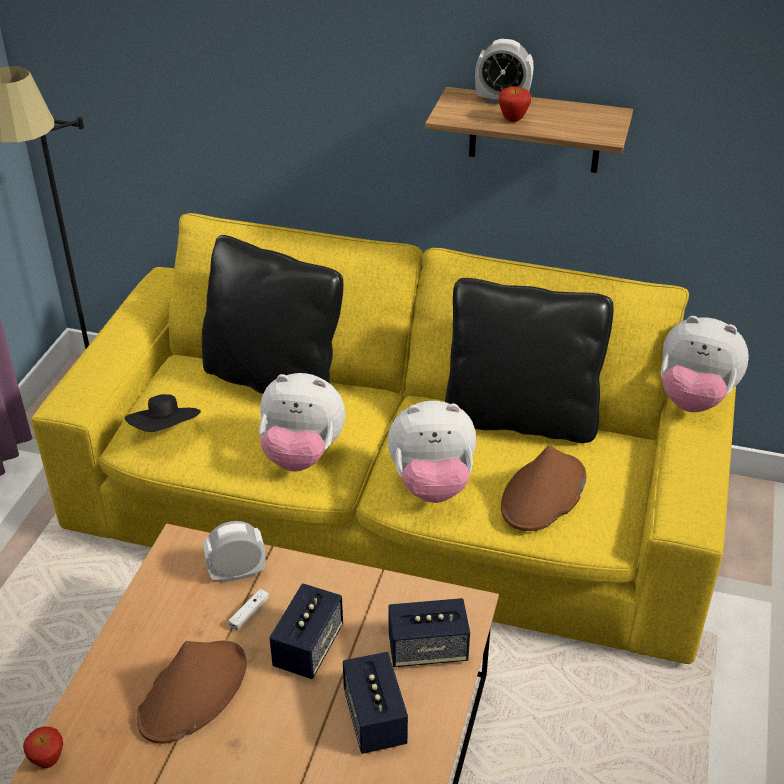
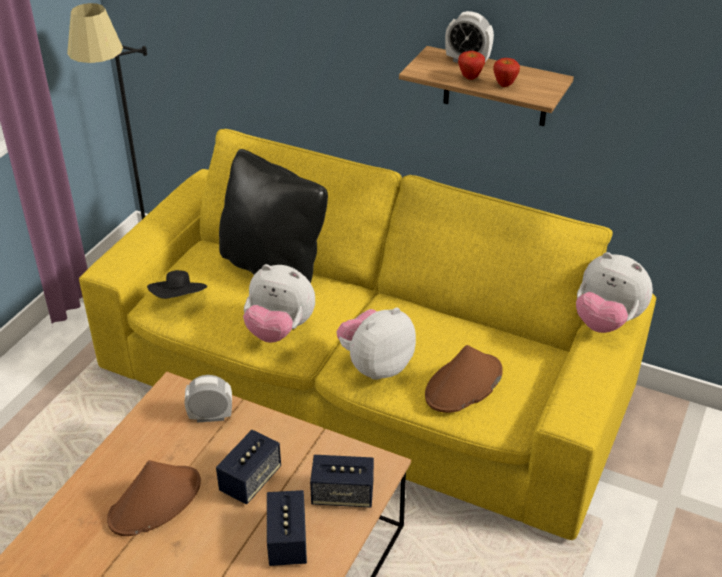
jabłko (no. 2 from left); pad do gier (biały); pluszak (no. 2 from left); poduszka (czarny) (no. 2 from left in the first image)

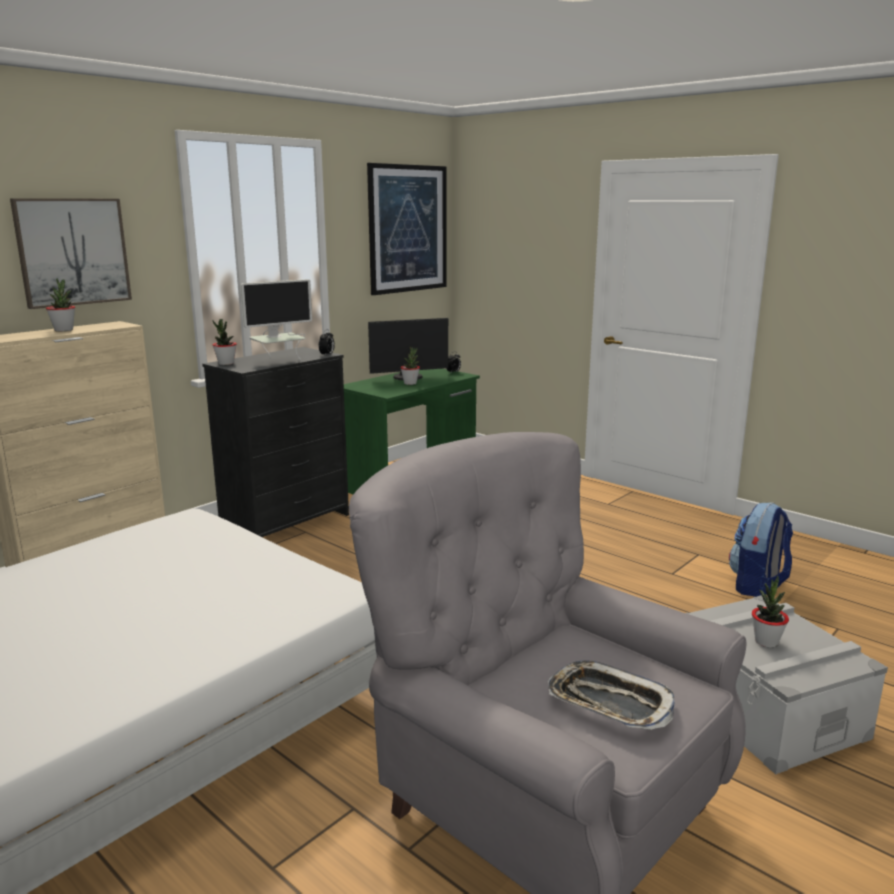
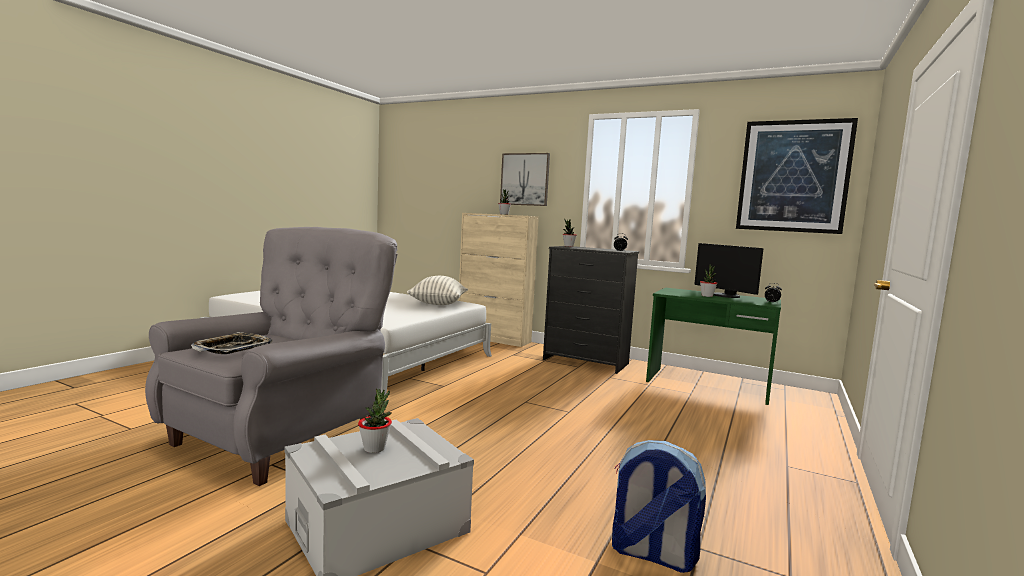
monitor (no. 1 from left in the first image); poduszka

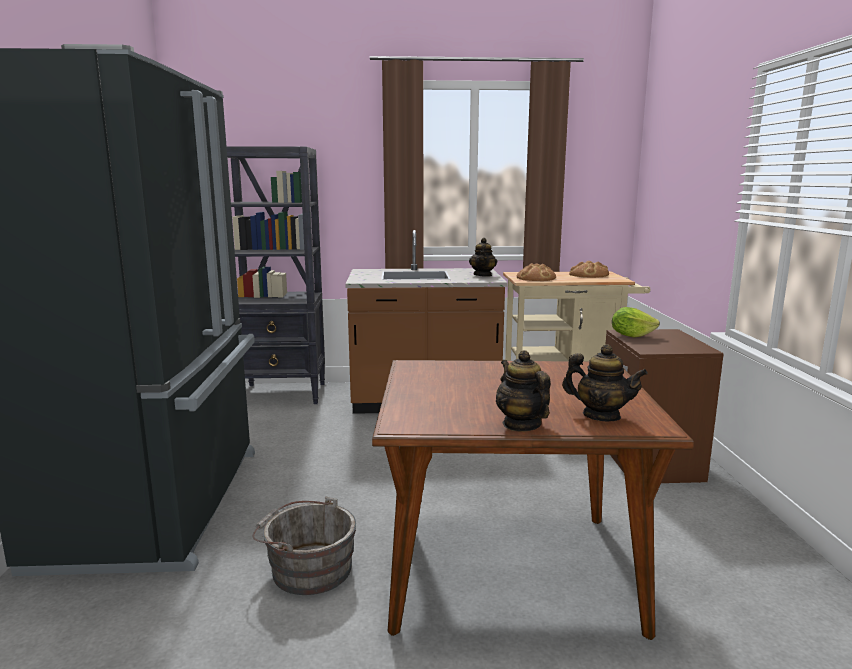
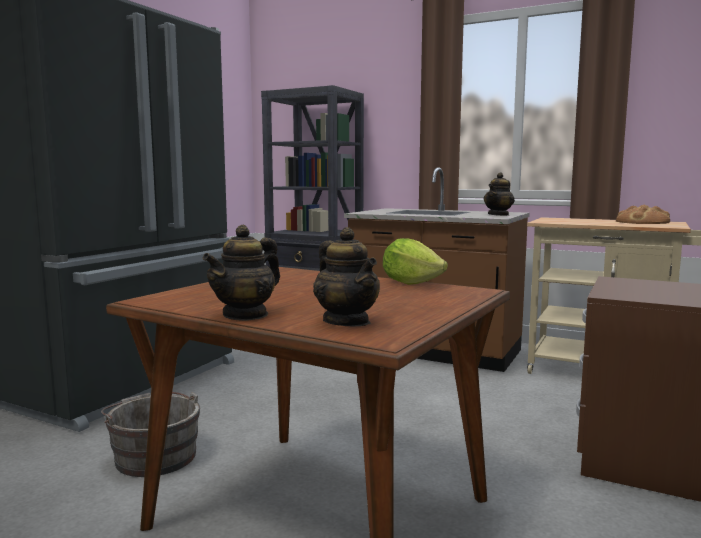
imbryk (no. 1 from left); chleb (no. 1 from left in the first image); sałata

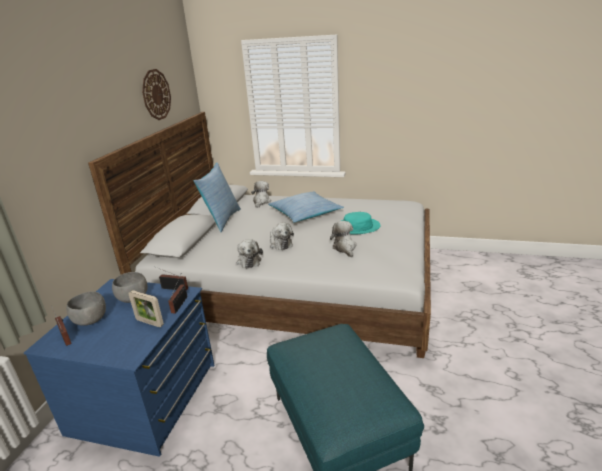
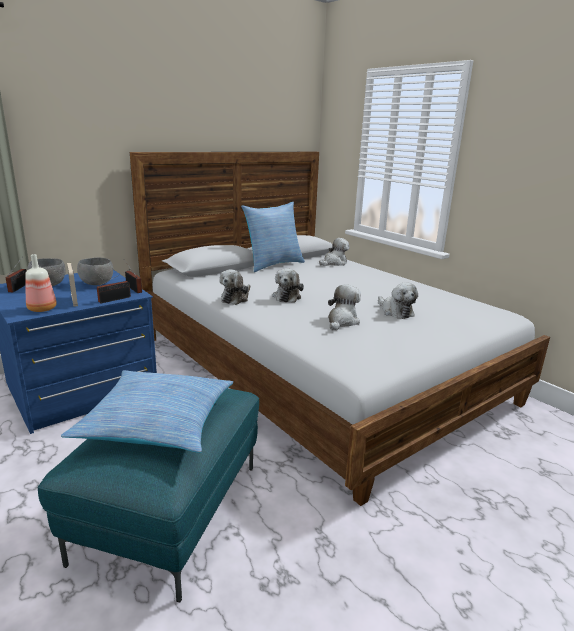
zegar ścienny; poduszka (no. 1 from left); pluszak (no. 5 from left); butelka

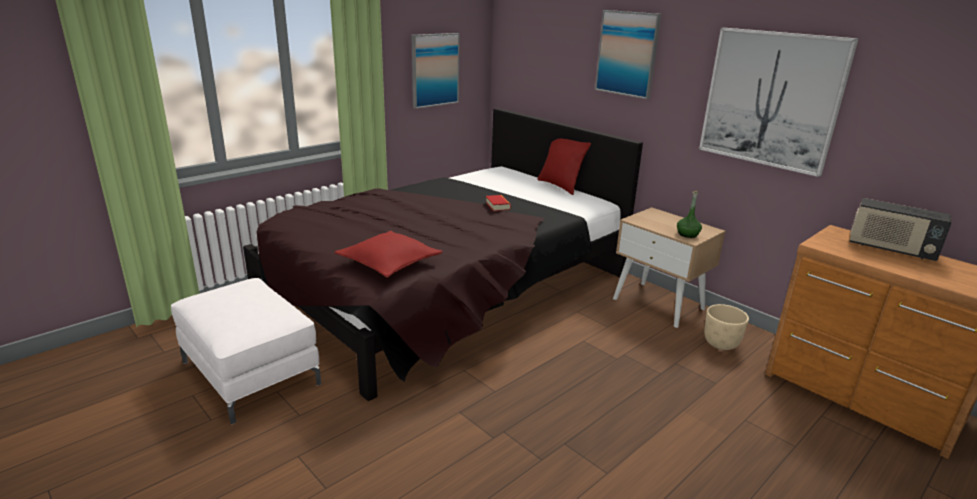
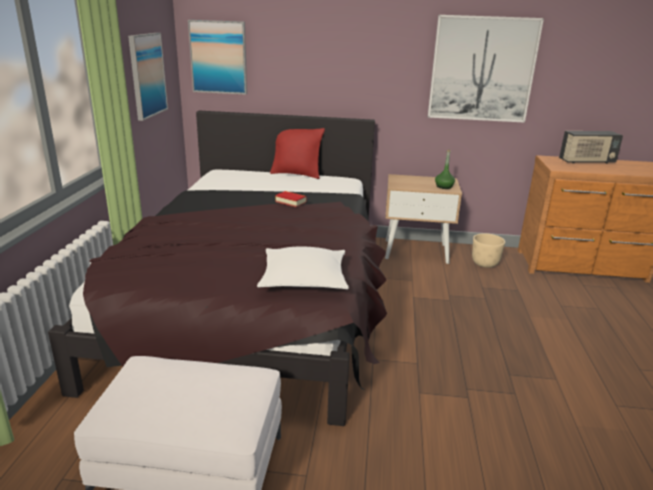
poduszka (biały); obraz (no. 2 from left)

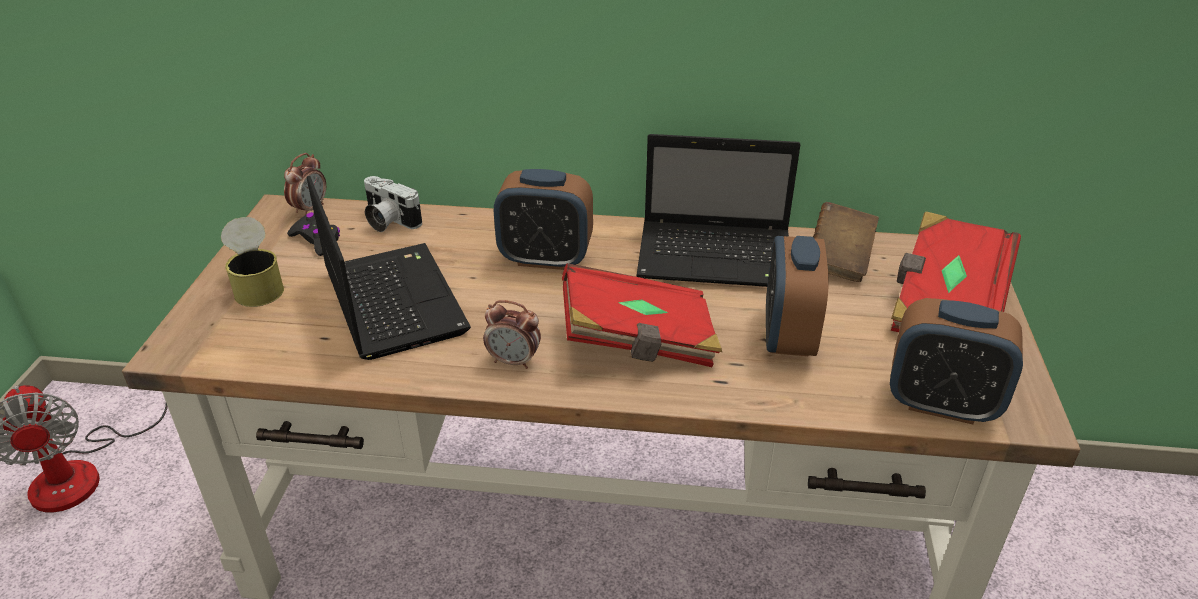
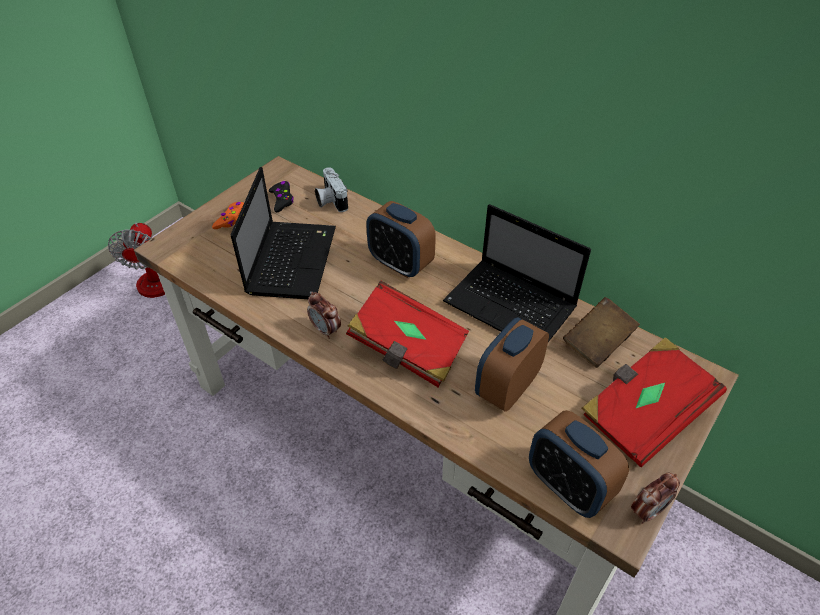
pad do gier (pomarańczowy); budzik (no. 5 from left)

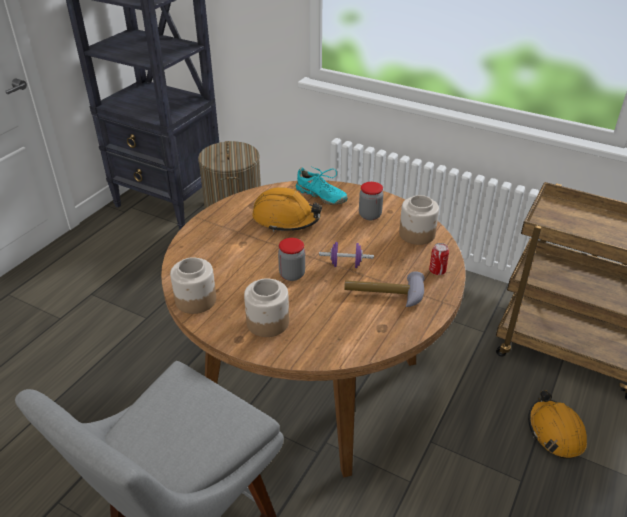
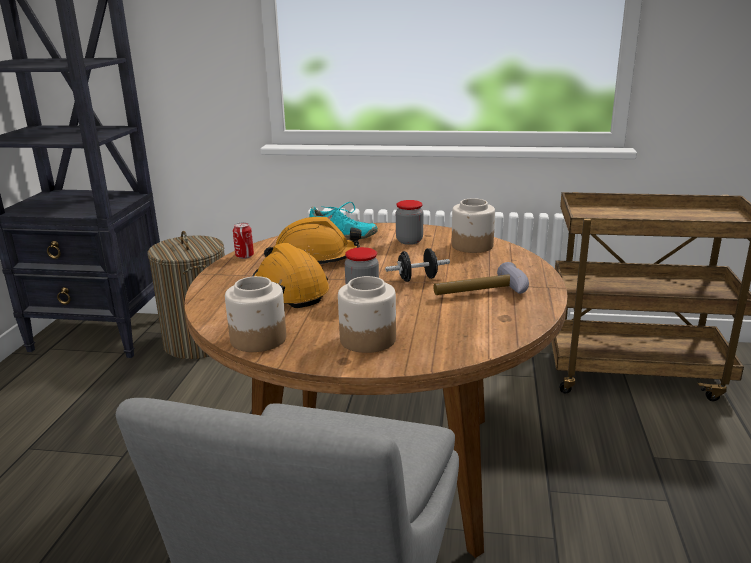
hantel (czarny); puszka; kask (pomarańczowy) (no. 1 from left)

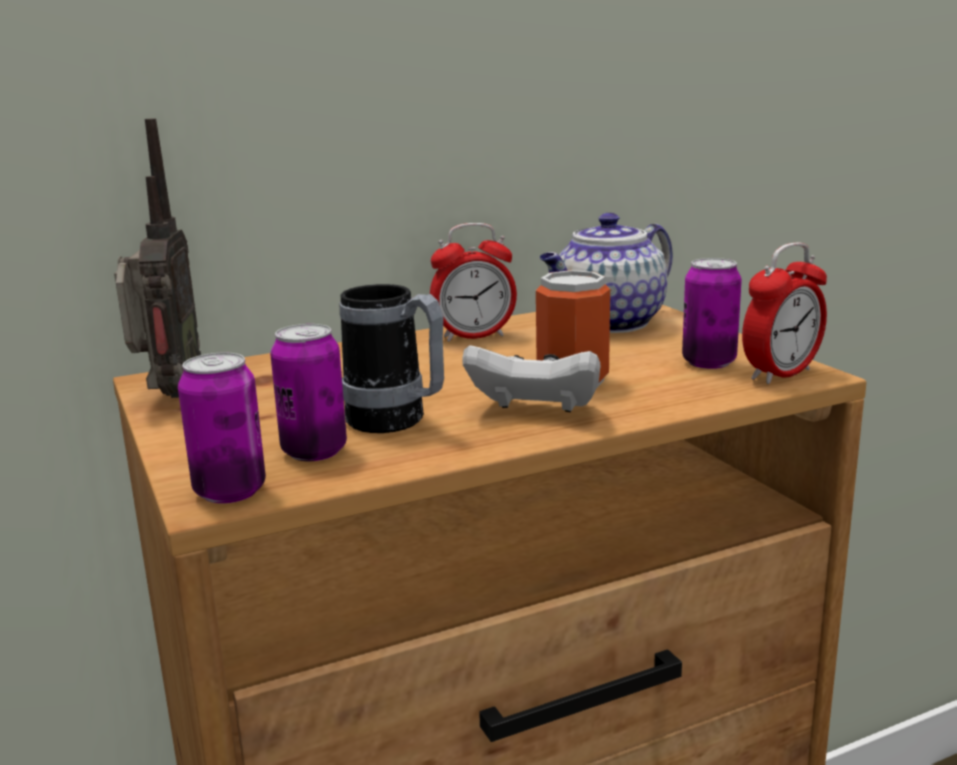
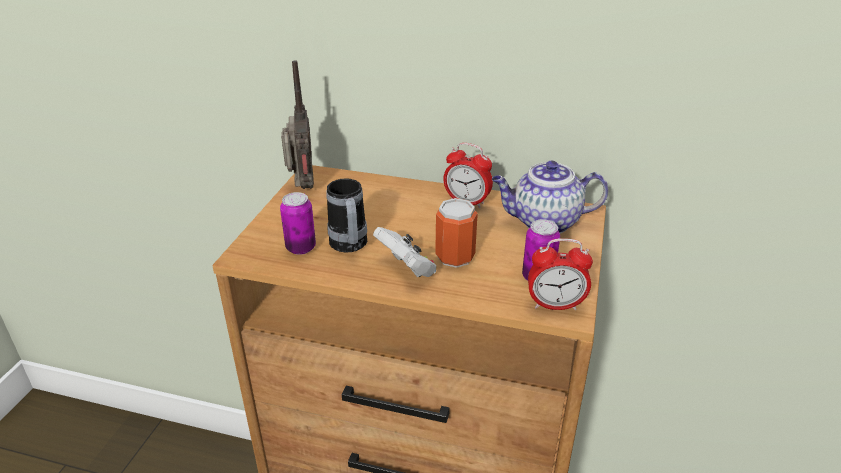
radio; puszka (no. 1 from left in the first image)

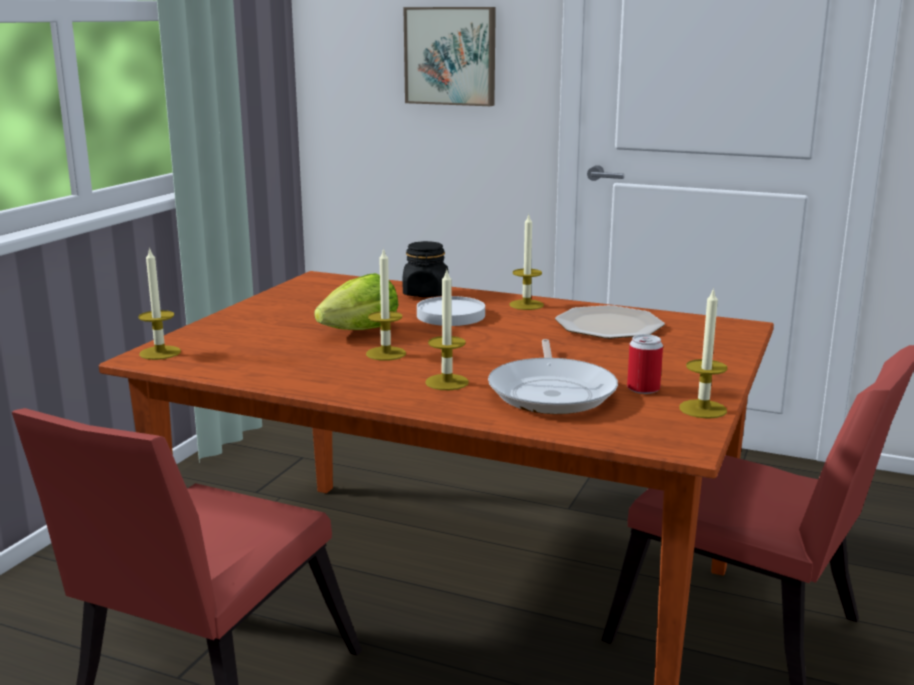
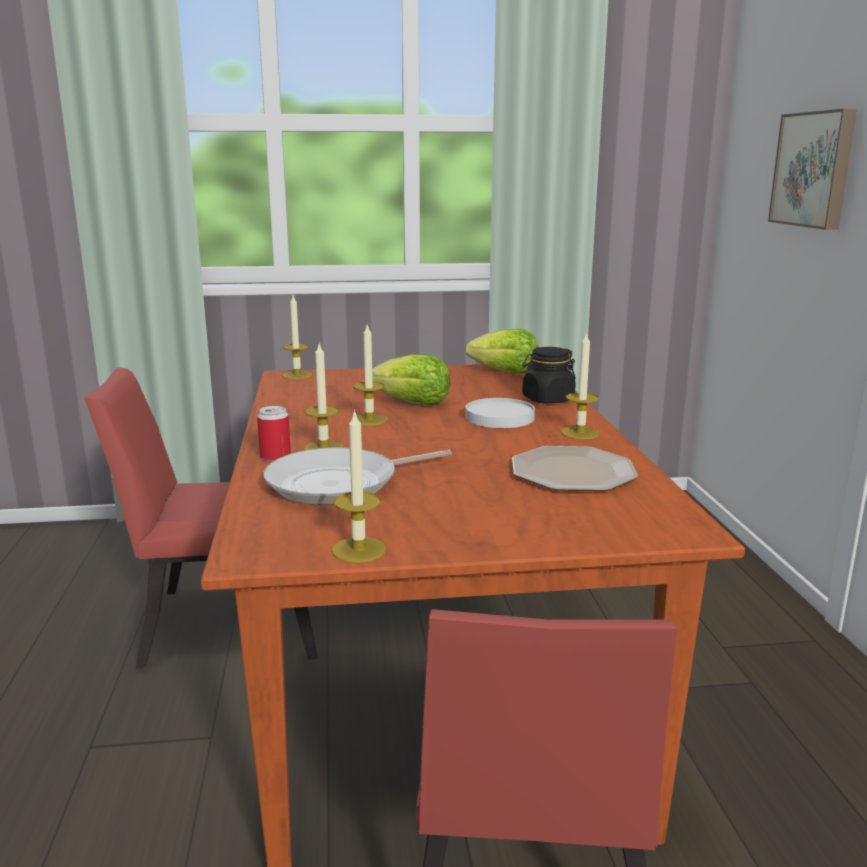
puszka; sałata (no. 2 from left)

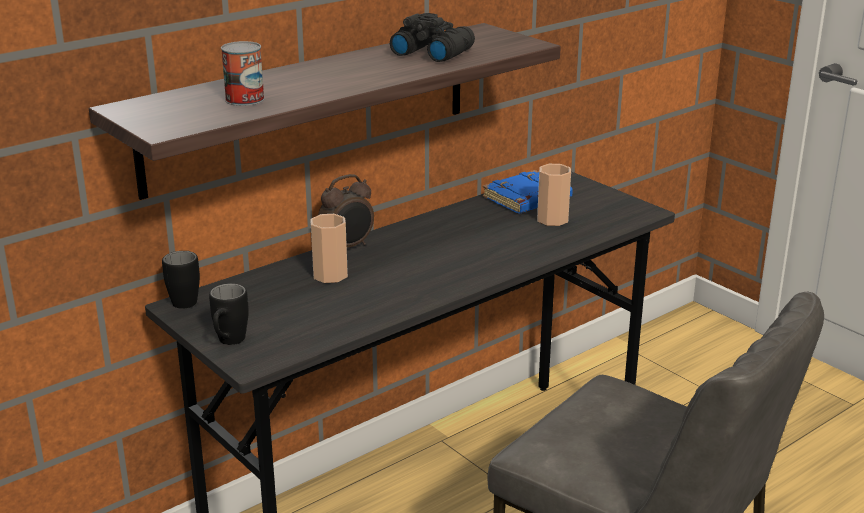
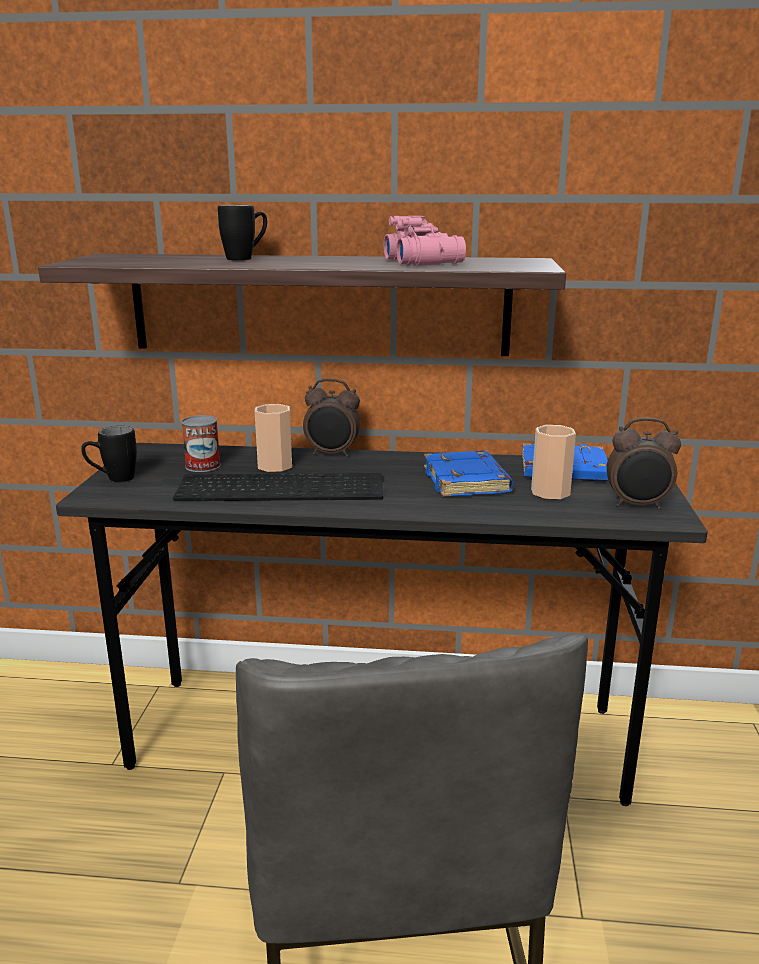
kubek (czarny) (no. 2 from left); puszka; lornetka (różowy); klawiatura; książka (niebieski) (no. 1 from left); budzik (no. 2 from left)

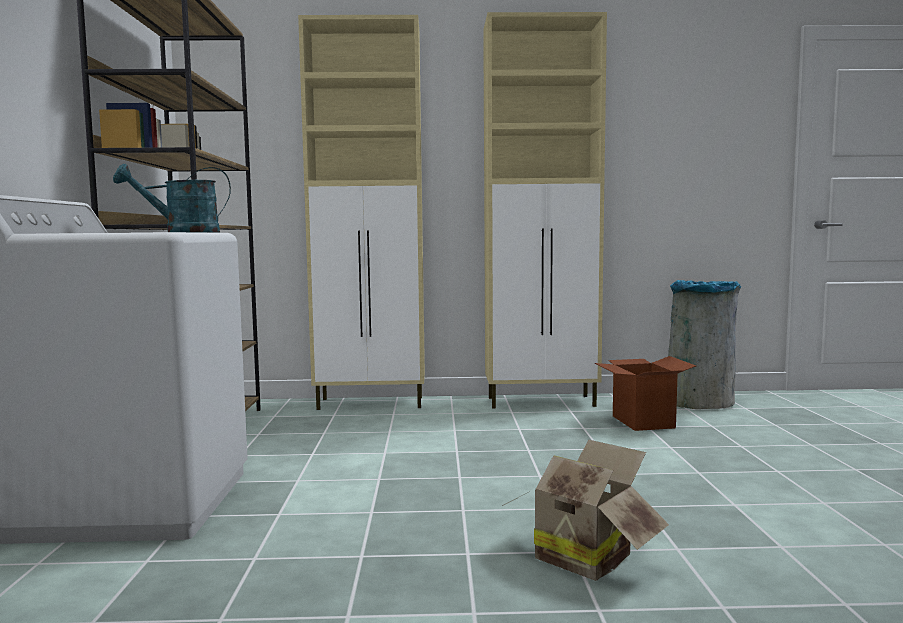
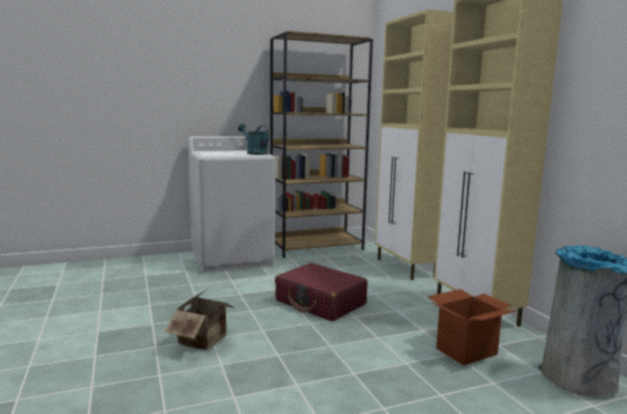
walizka (czerwony)

